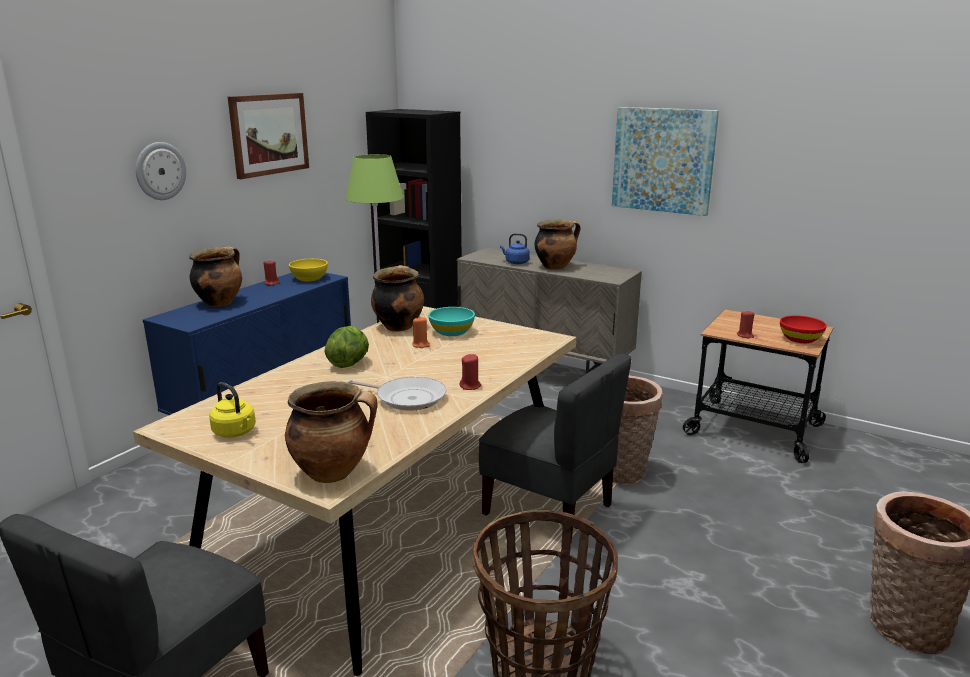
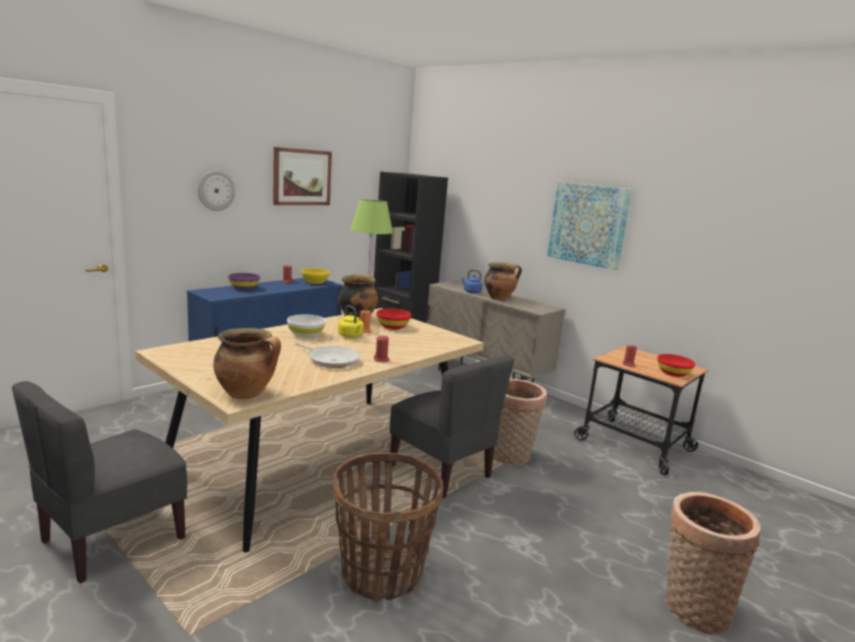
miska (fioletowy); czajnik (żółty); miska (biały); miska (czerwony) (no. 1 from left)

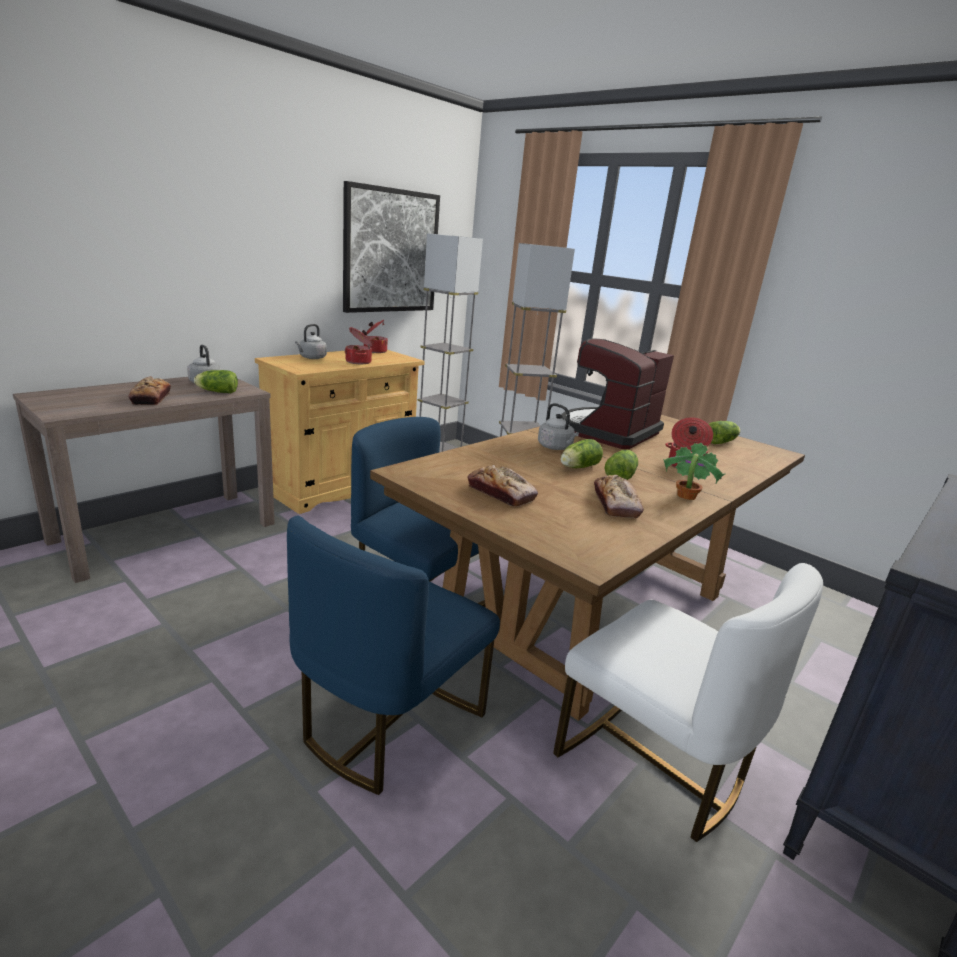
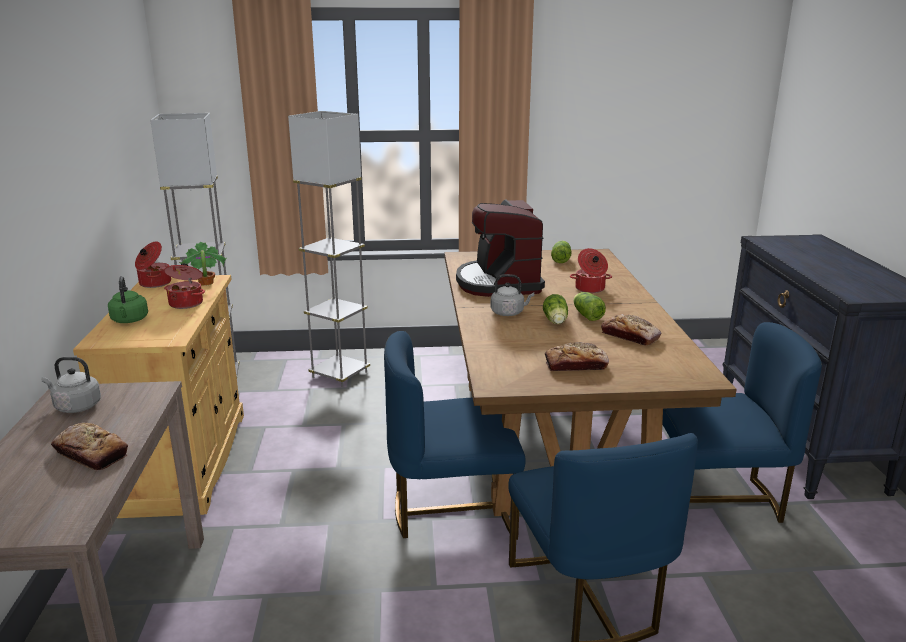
sałata (no. 1 from left in the first image); czajnik (zielony); obraz; krzesło (niebieski) (no. 3 from left); roślina doniczkowa

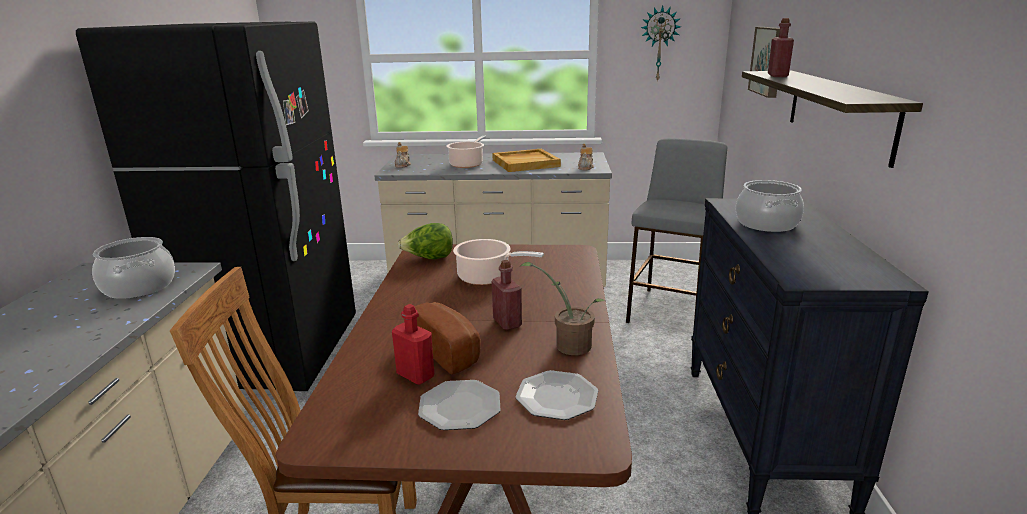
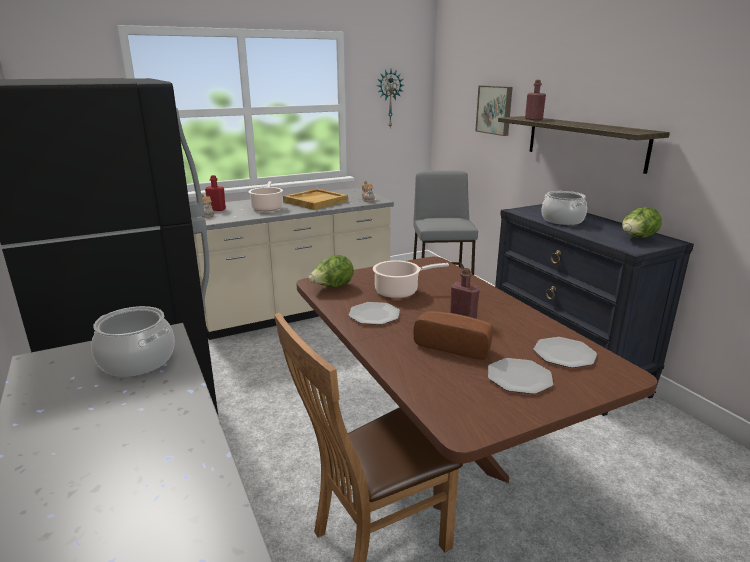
butelka (czerwony) (no. 1 from left); roślina doniczkowa; talerz (no. 1 from left); sałata (no. 2 from left)

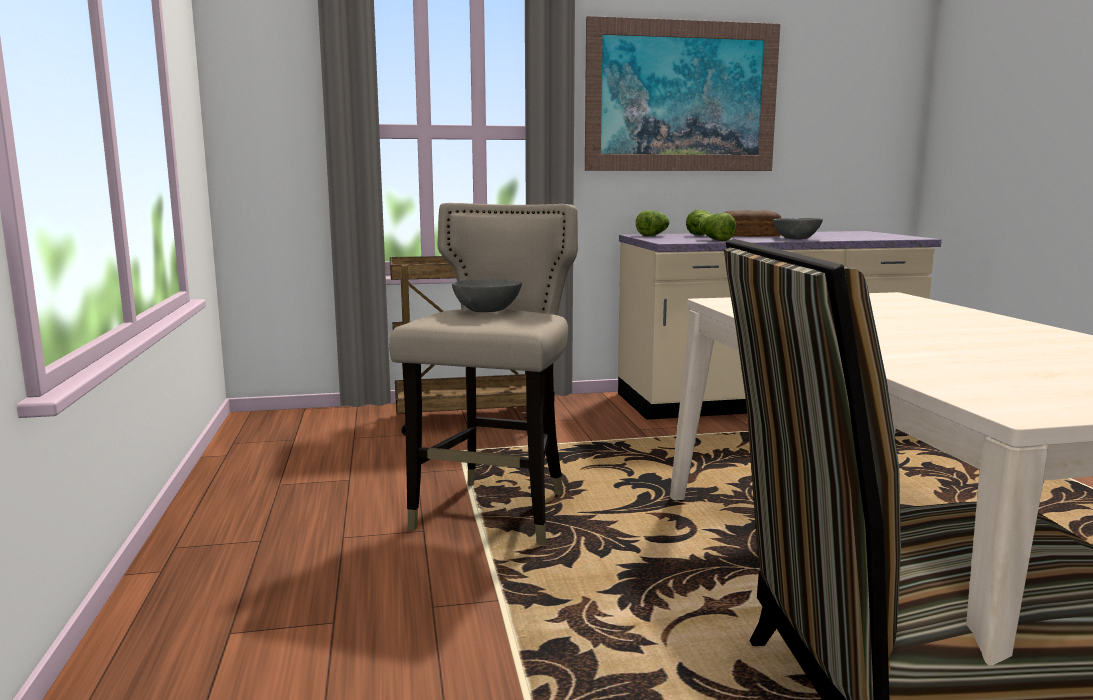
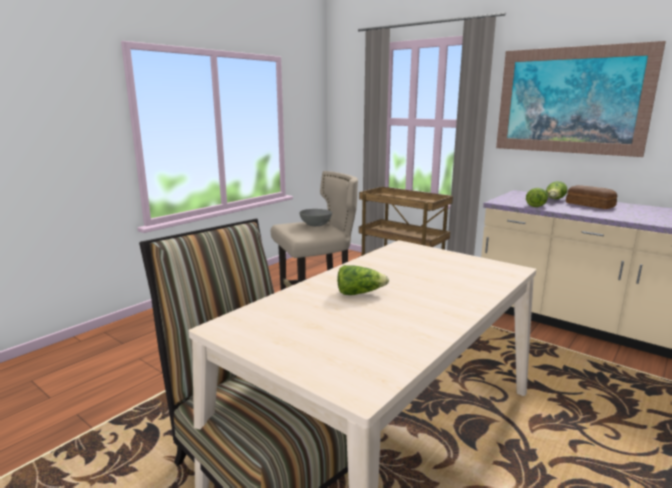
sałata (no. 1 from left); miska (szary) (no. 2 from left in the first image)

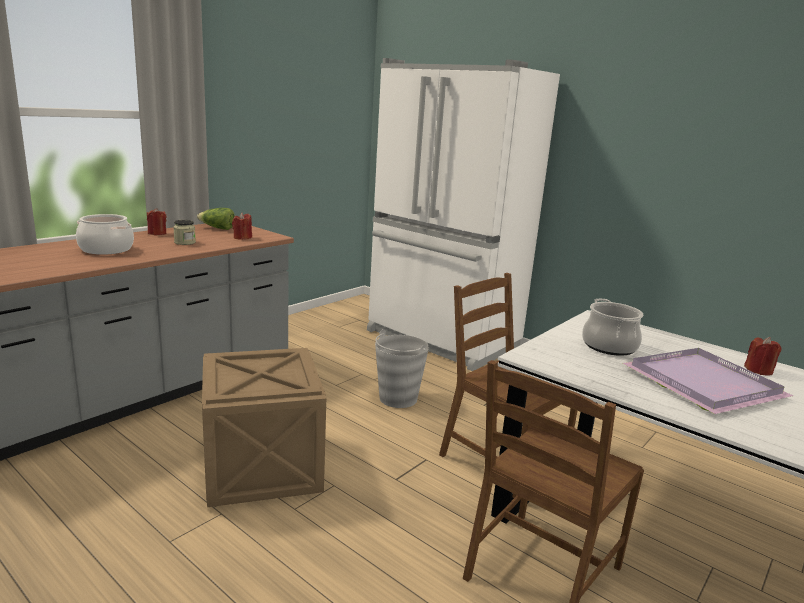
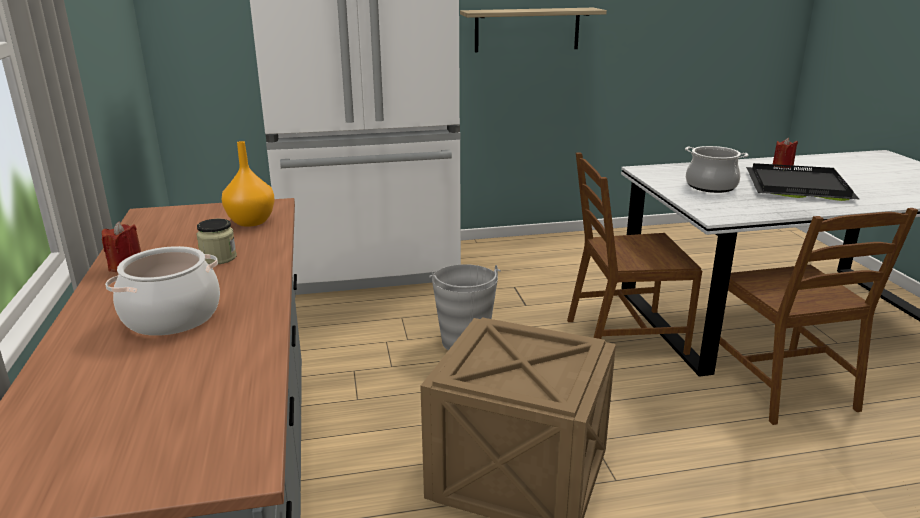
sałata; wazon (pomarańczowy); taca (czarny); półka

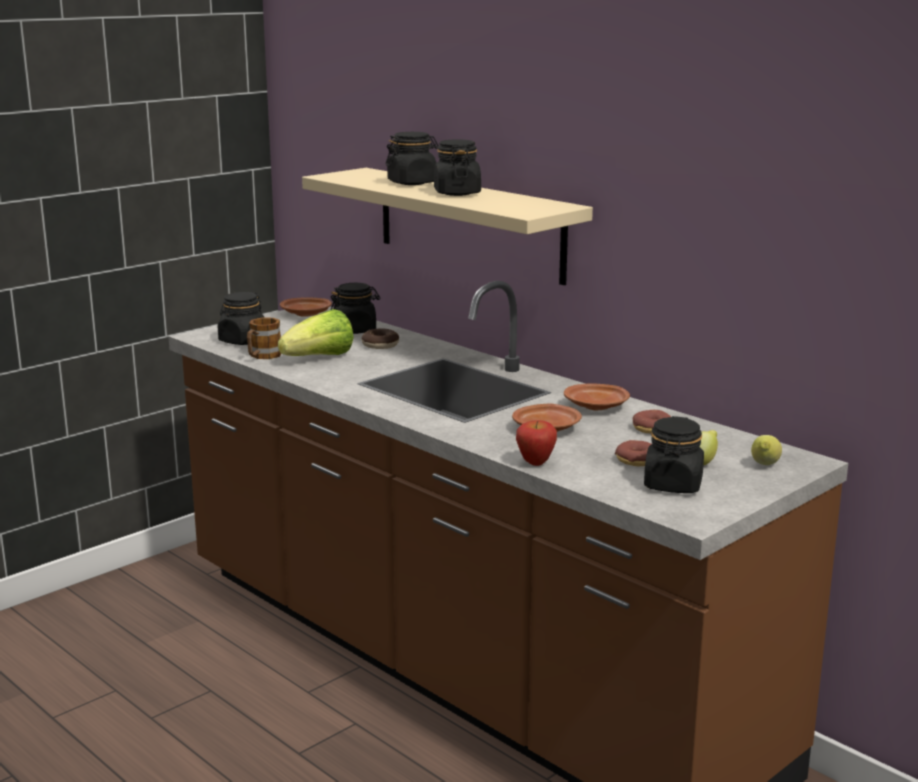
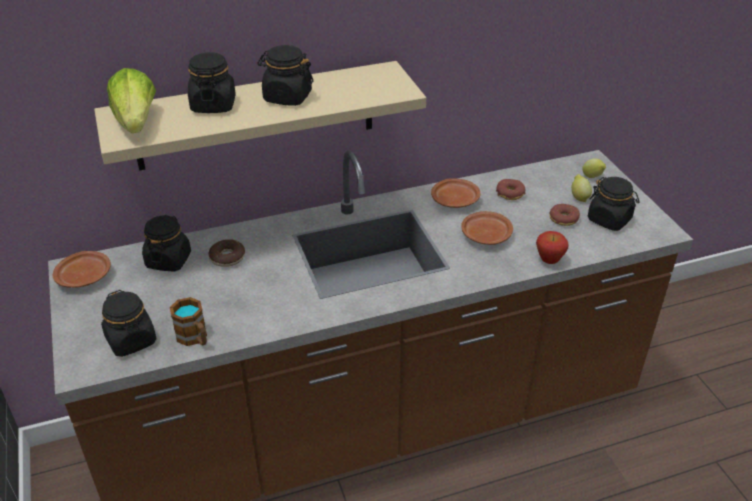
sałata

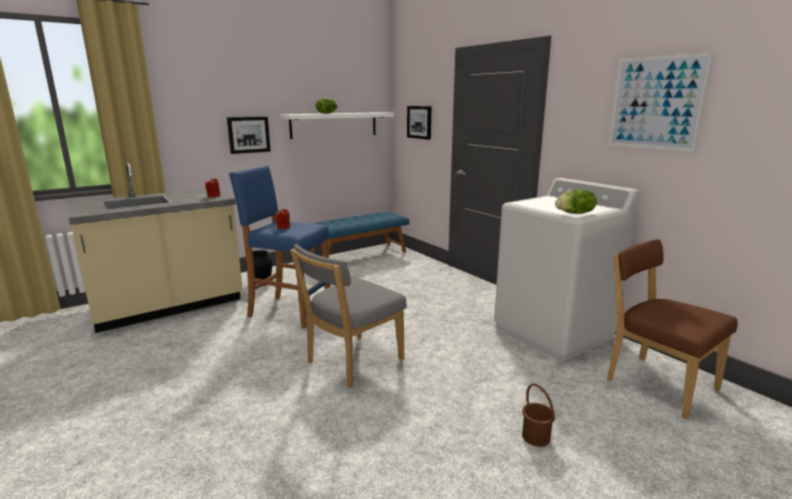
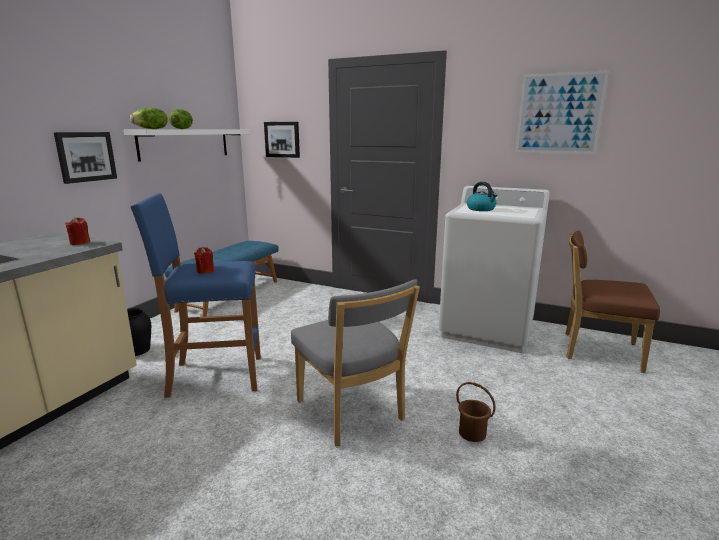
krzesło (szary); wiadro (brązowy); sałata (no. 1 from left); czajnik

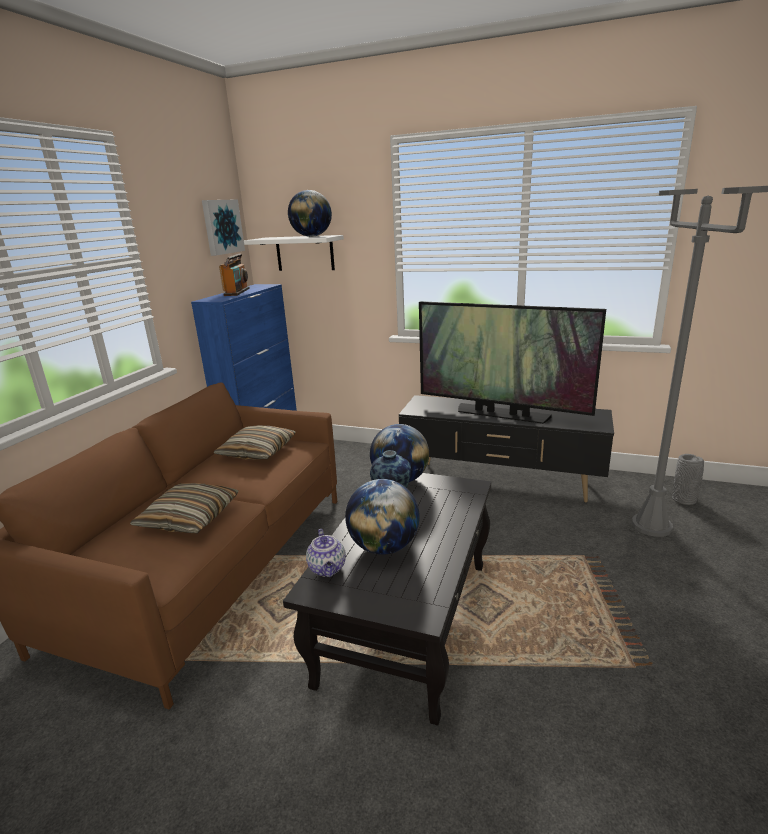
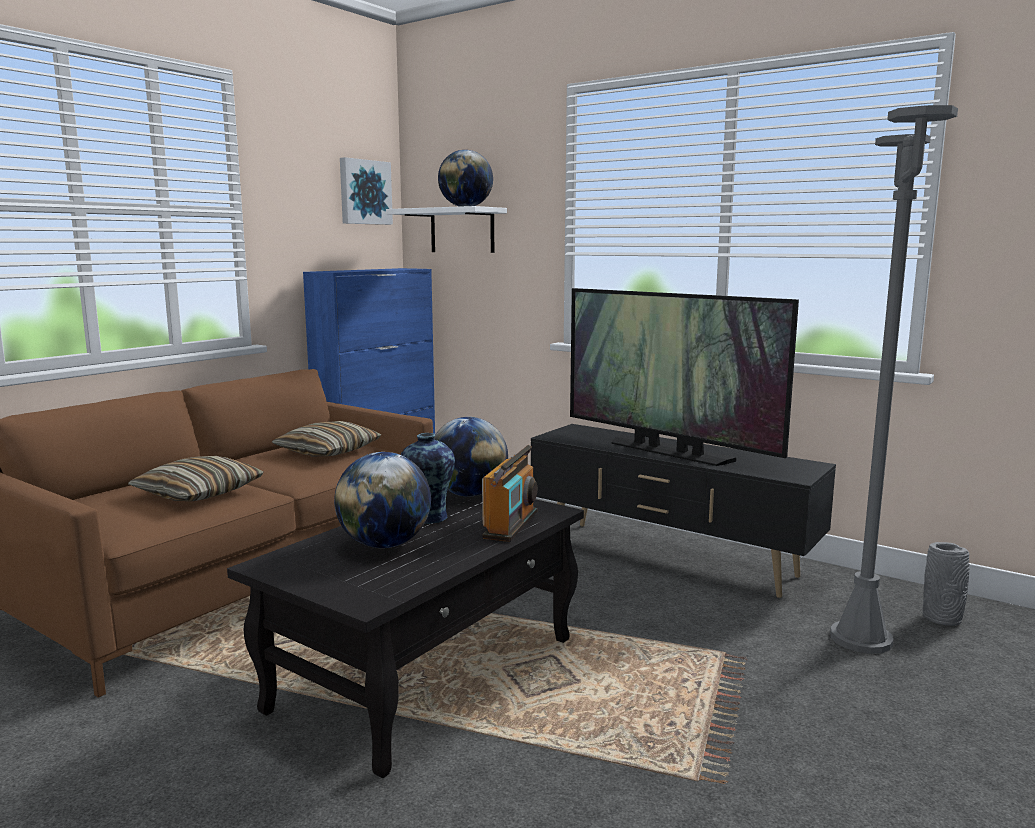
radio; imbryk

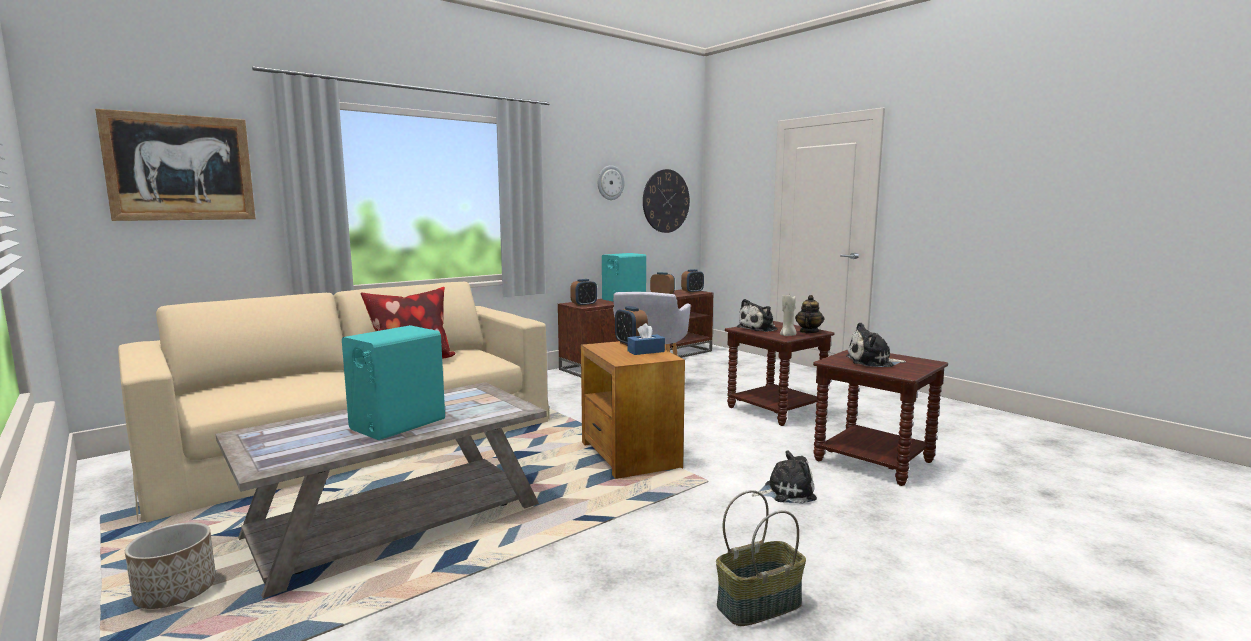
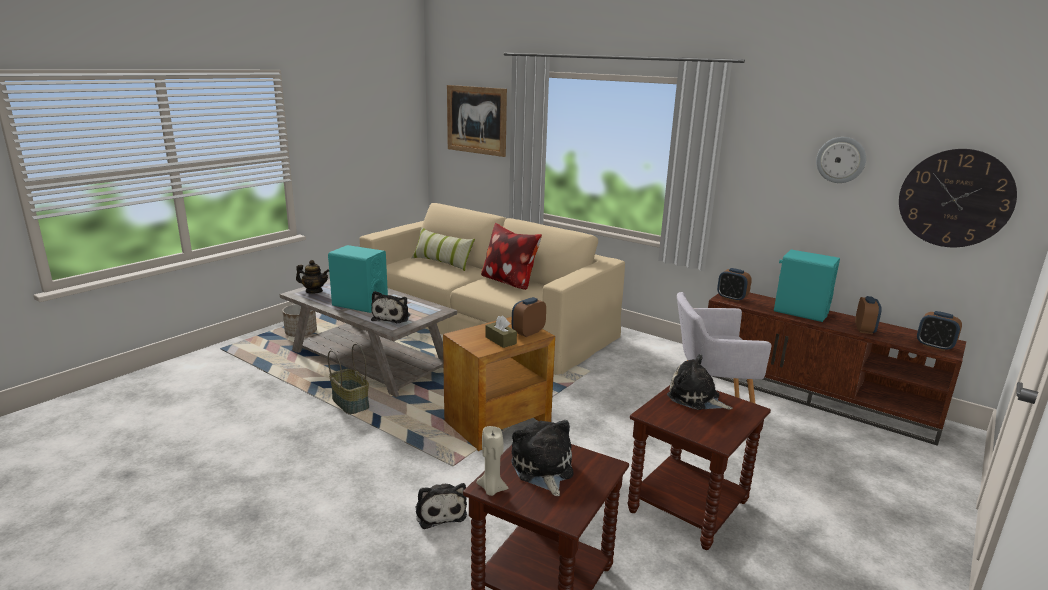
pudełko chusteczek (brązowy); koszyk; świeca (beżowy); imbryk; pluszak (no. 1 from left); poduszka (no. 1 from left)

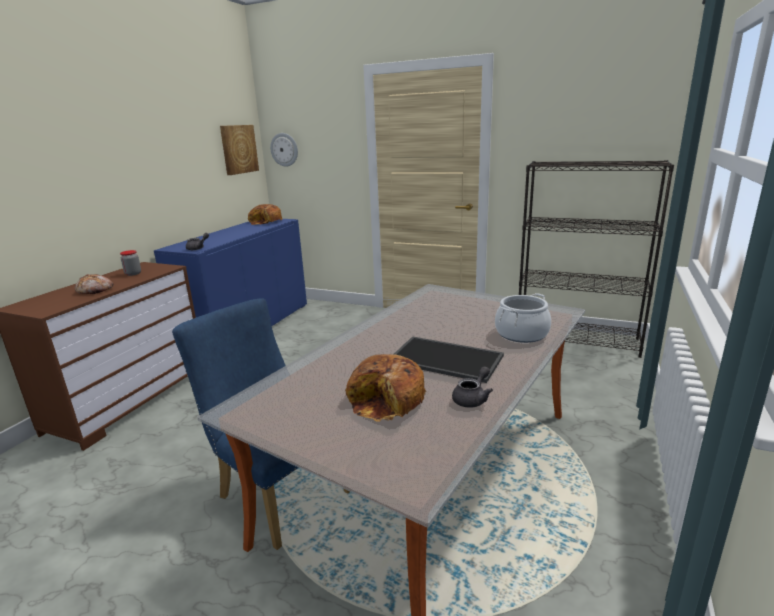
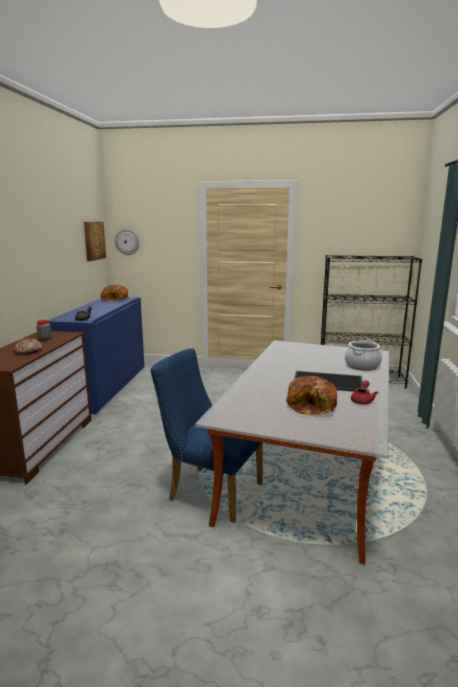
imbryk (czerwony)

